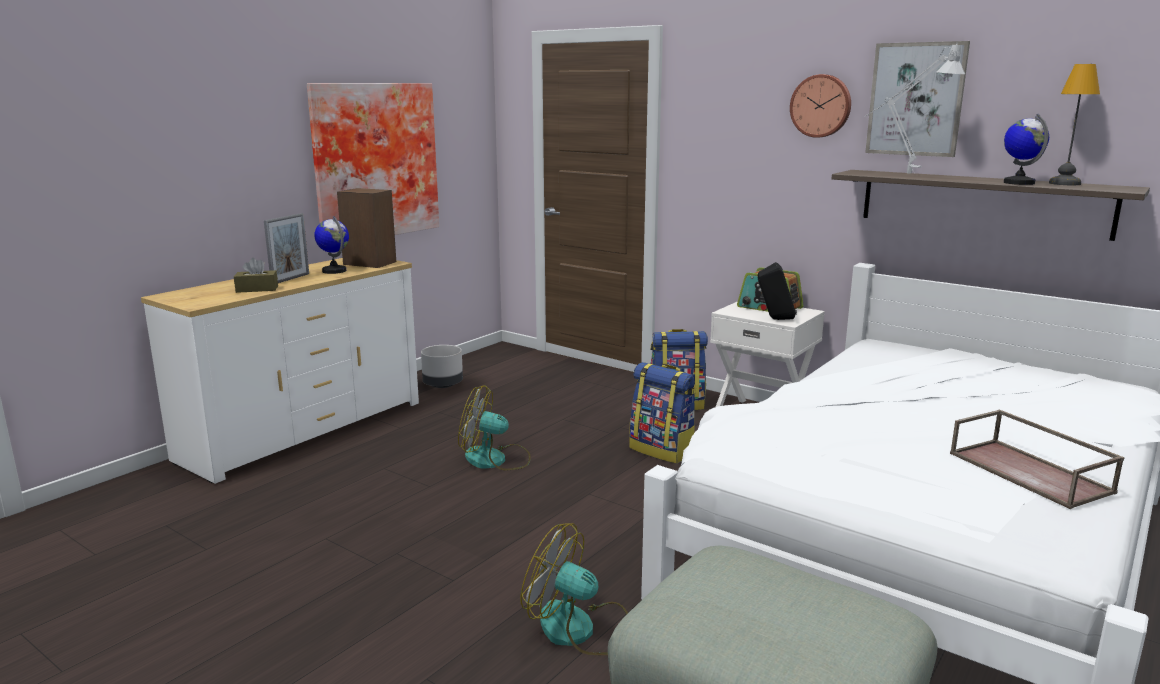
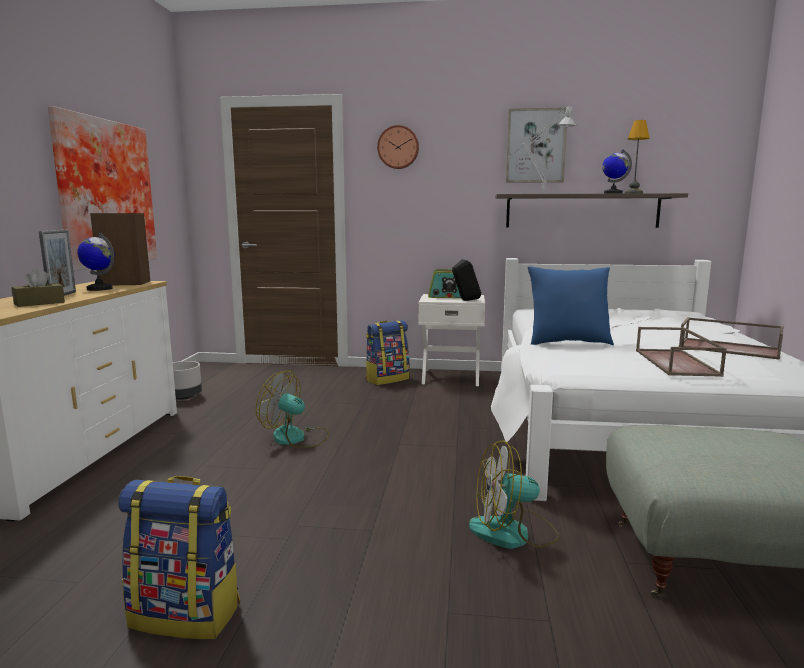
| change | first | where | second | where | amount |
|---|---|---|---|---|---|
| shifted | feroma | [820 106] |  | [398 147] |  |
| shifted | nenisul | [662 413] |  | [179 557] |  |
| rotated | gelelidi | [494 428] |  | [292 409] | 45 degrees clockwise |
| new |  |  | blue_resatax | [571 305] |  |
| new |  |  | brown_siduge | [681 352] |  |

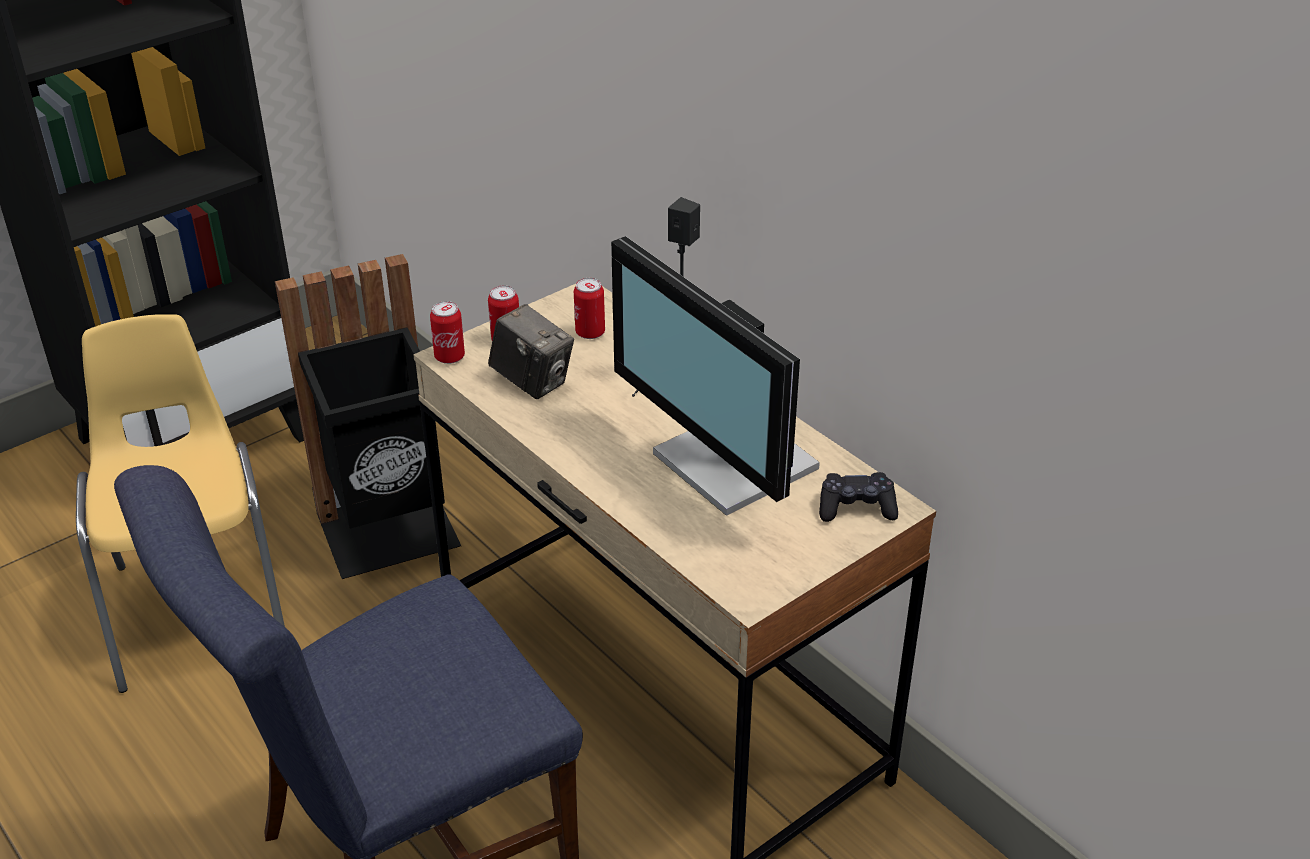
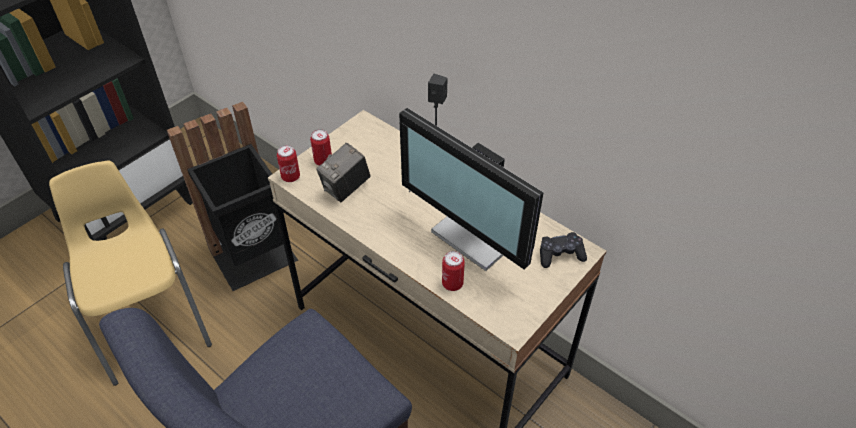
| change | first | where | second | where | amount |
|---|---|---|---|---|---|
| shifted | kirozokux | [589 308] |  | [453 271] |  |
| rotated | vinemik | [531 351] |  | [343 172] | 105 degrees clockwise |

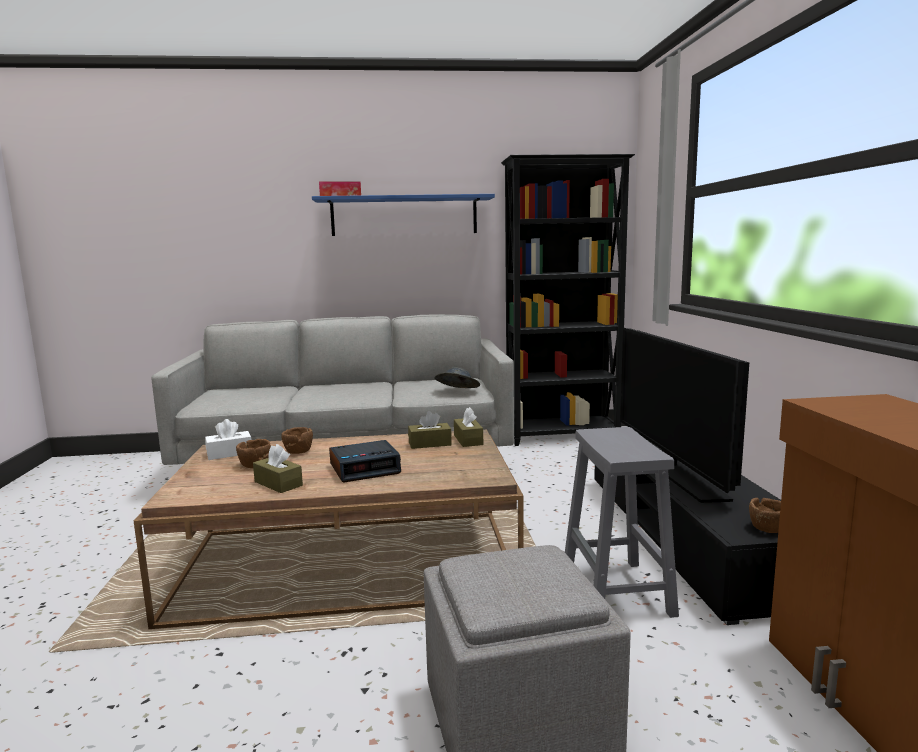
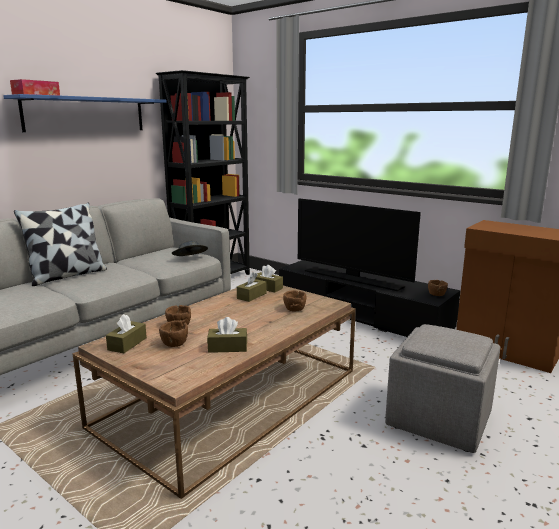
| change | first | where | second | where | amount |
|---|---|---|---|---|---|
| repainted | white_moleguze | [228 439] | brown_moleguze | [126 333] |  |
| gone | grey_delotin | [622 522] |  |  |  |
| gone | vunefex | [365 461] |  |  |  |
| new |  |  | resatax | [60 244] |  |
| new |  |  | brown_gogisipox | [294 300] |  |

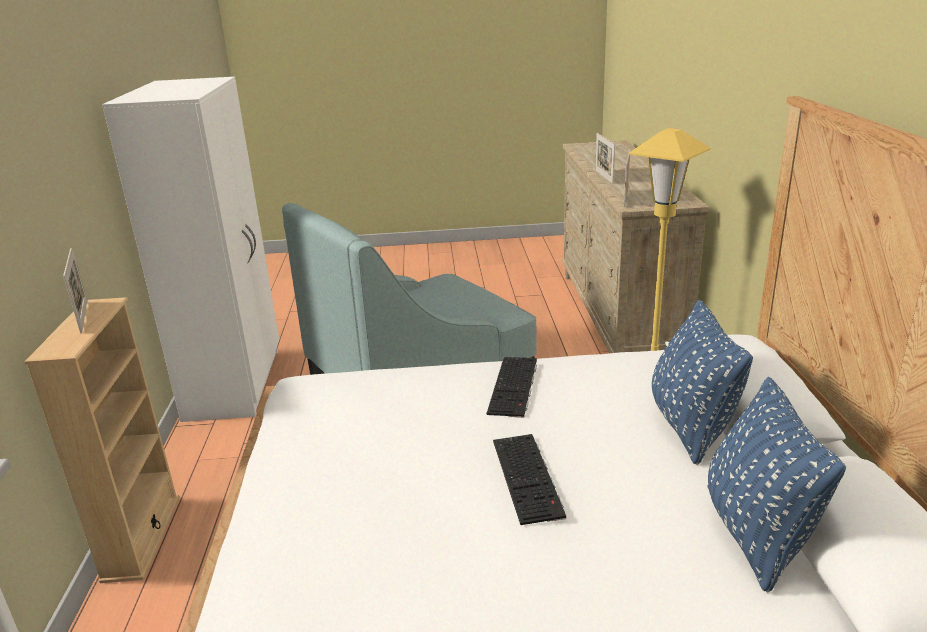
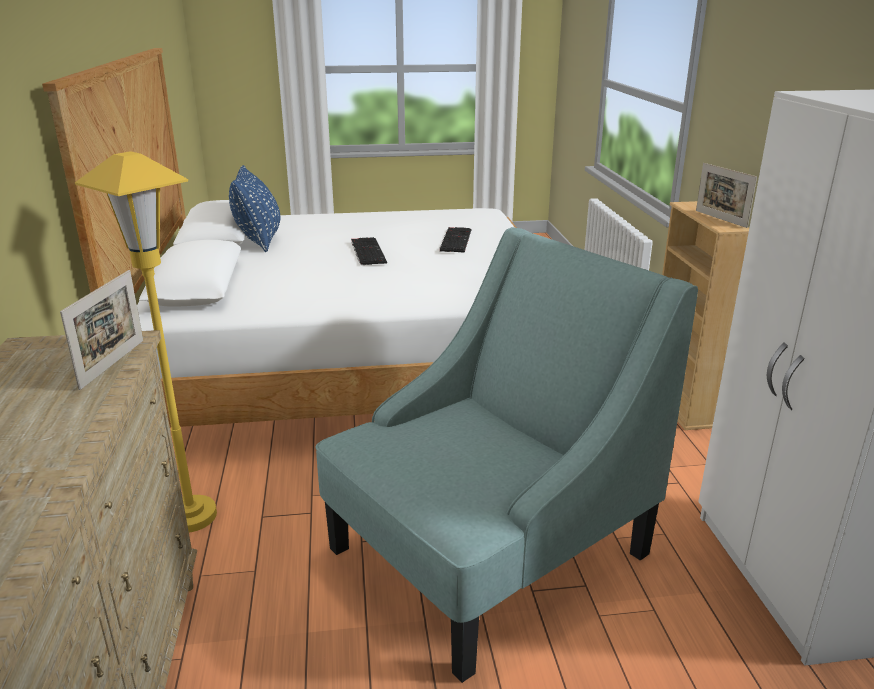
| change | first | where | second | where | amount |
|---|---|---|---|---|---|
| gone | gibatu | [605 158] |  |  |  |
| gone | blue_resatax | [702 382] |  |  |  |
| shifted | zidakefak | [512 387] |  | [455 240] |  |

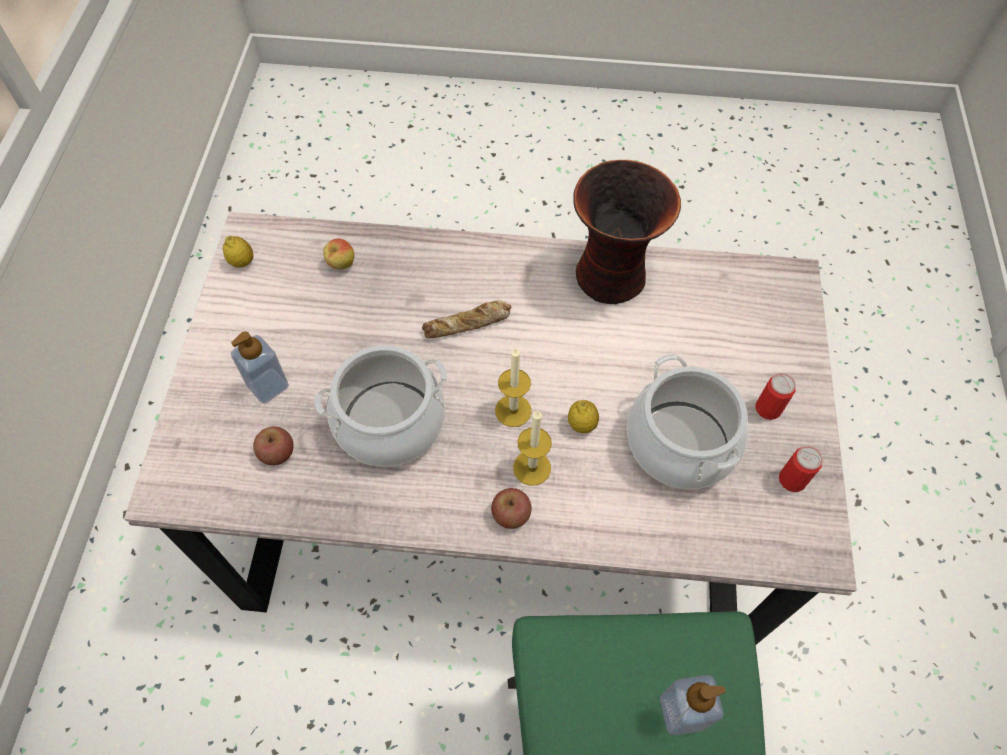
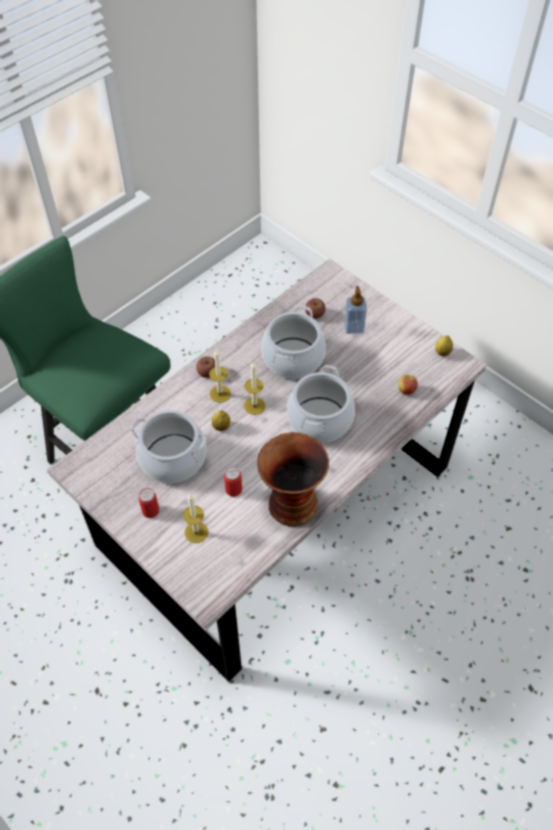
| change | first | where | second | where | amount |
|---|---|---|---|---|---|
| swapped | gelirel | [466 319] | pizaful | [321 404] |  |
| shifted | kirozokux | [801 469] |  | [233 482] |  |
| gone | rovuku | [693 705] |  |  |  |
| new |  |  | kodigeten | [195 518] |  |

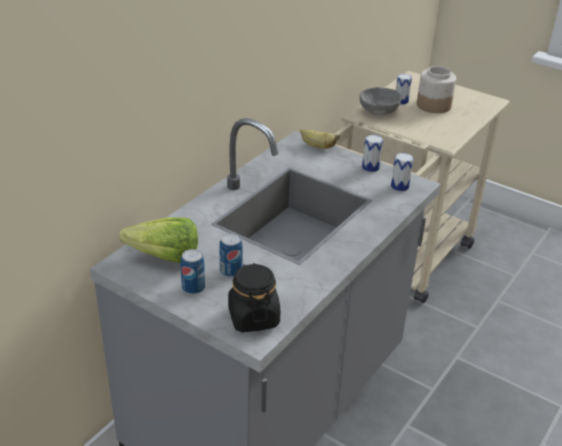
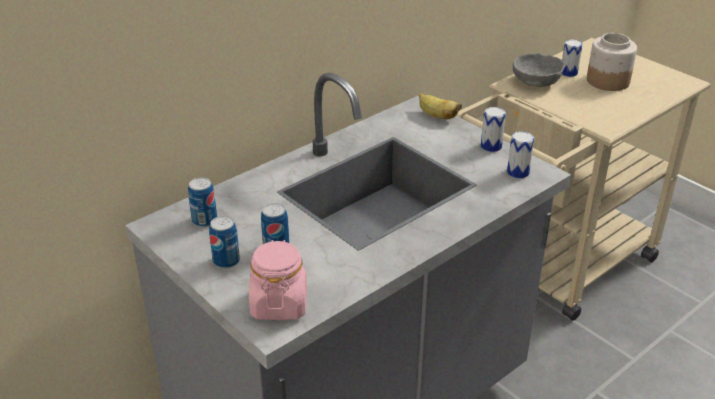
| change | first | where | second | where | amount |
|---|---|---|---|---|---|
| swapped | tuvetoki | [159 240] | kirozokux | [202 202] |  |
| repainted | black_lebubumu | [254 297] | pink_lebubumu | [278 280] |  |

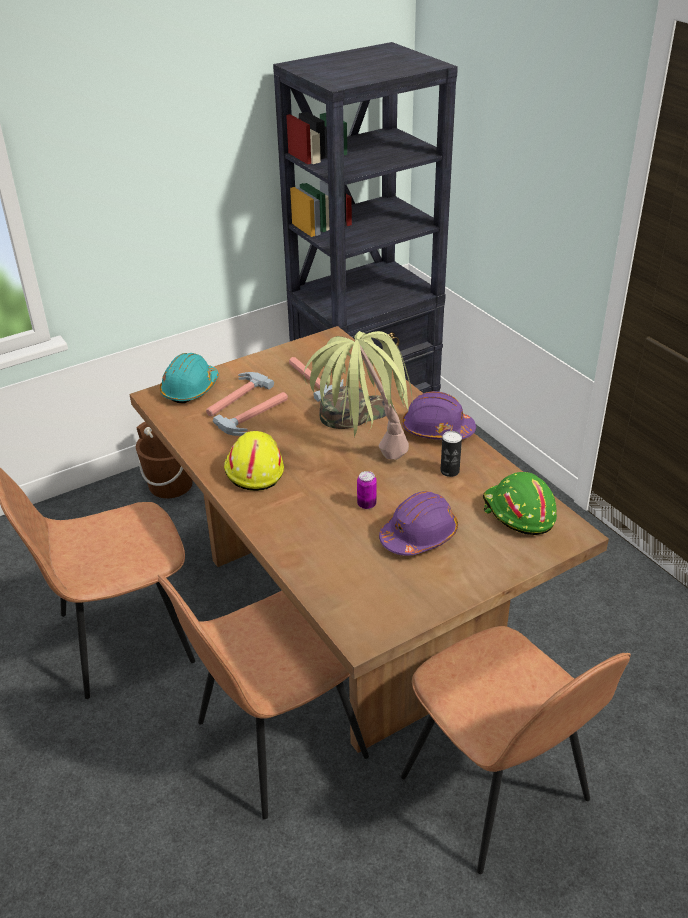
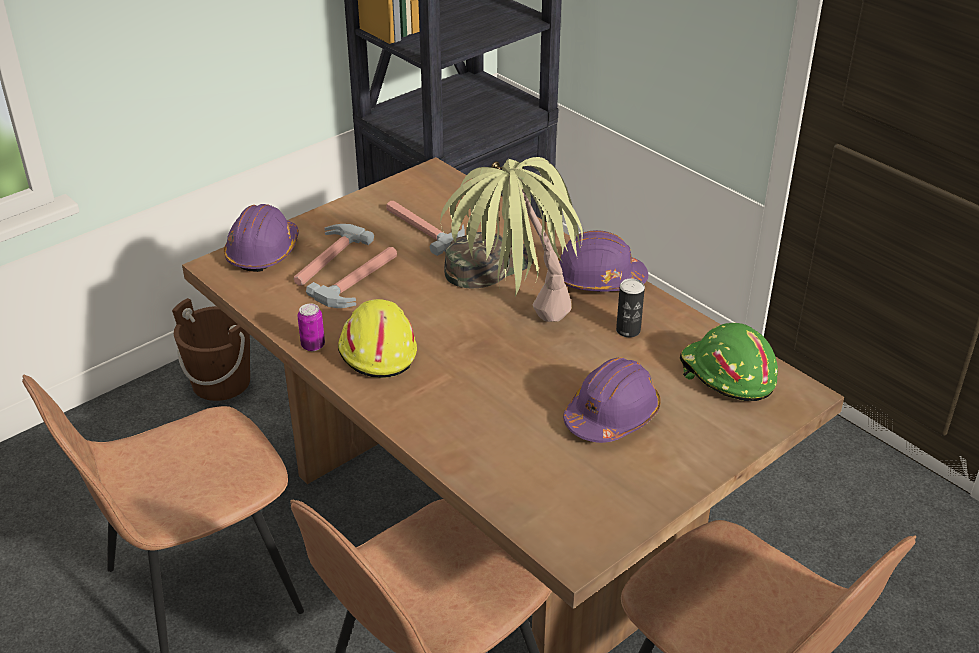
| change | first | where | second | where | amount |
|---|---|---|---|---|---|
| repainted | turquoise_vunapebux | [189 378] | purple_vunapebux | [261 238] |  |
| shifted | kirozokux | [367 490] |  | [311 327] |  |

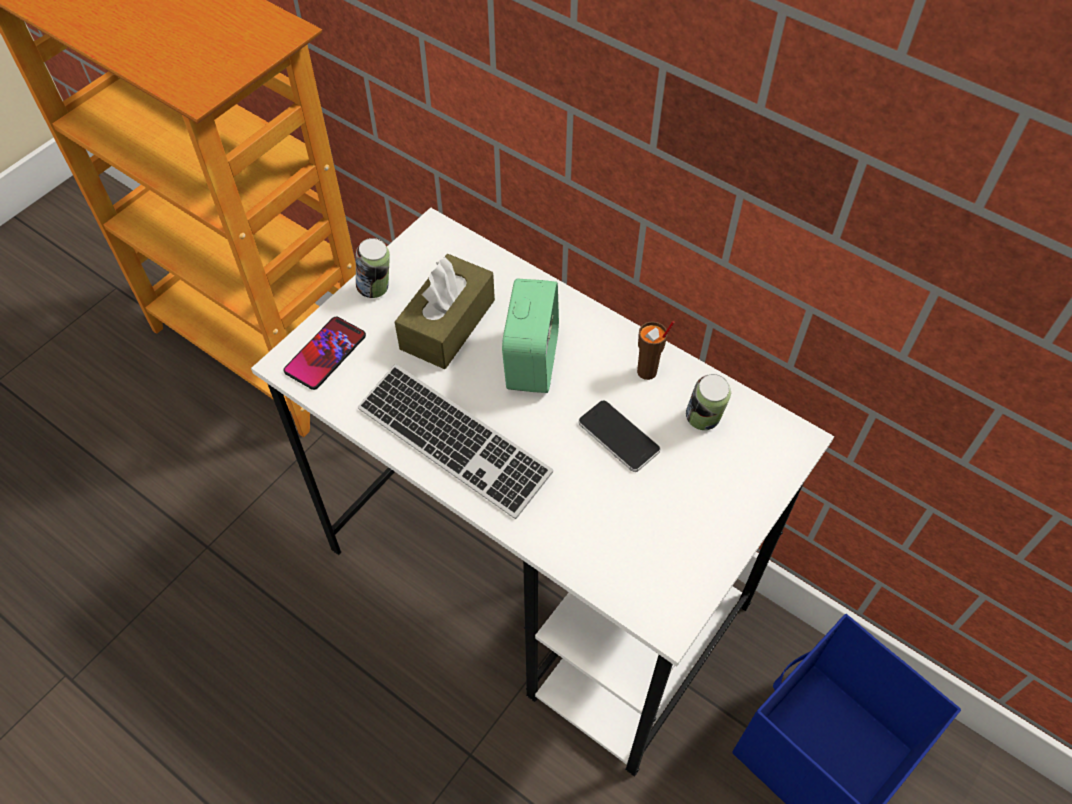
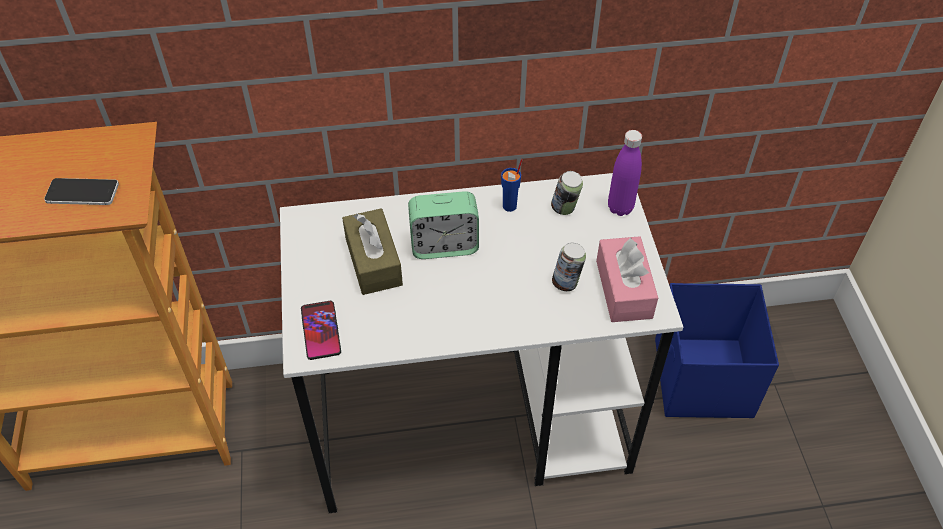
| change | first | where | second | where | amount |
|---|---|---|---|---|---|
| shifted | kirozokux | [373 268] |  | [569 267] |  |
| rotated | vunefex | [530 336] |  | [443 225] | 120 degrees clockwise |
| repainted | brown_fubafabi | [655 350] | blue_fubafabi | [512 185] |  |
| gone | zidakefak | [455 441] |  |  |  |
| shifted | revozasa | [619 436] |  | [81 191] |  |
| new |  |  | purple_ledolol | [625 173] |  |
| new |  |  | pink_moleguze | [627 279] |  |

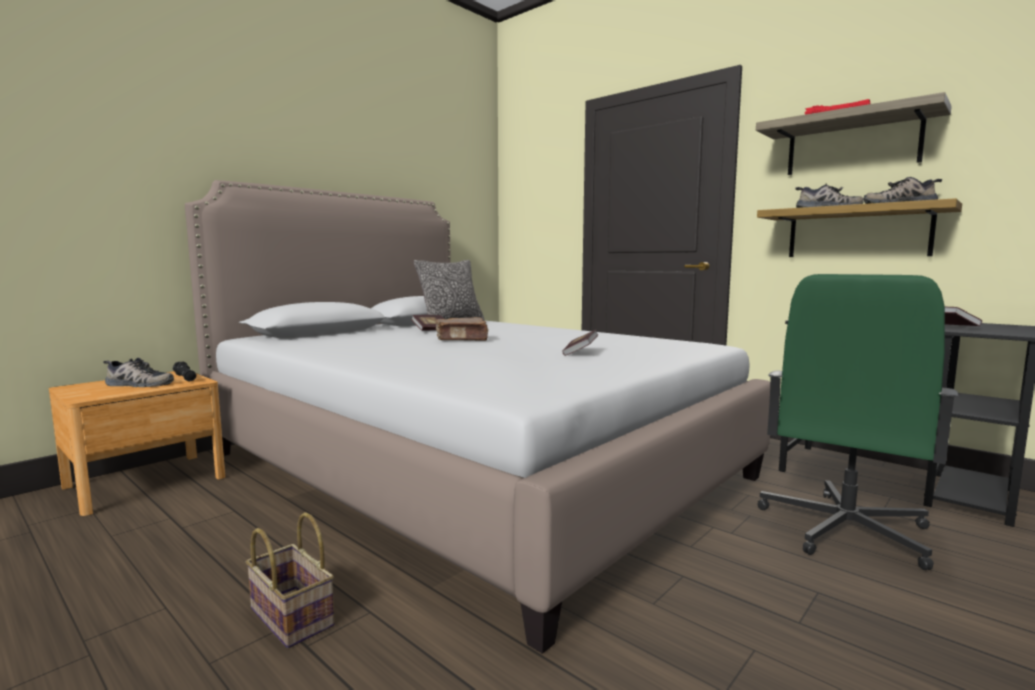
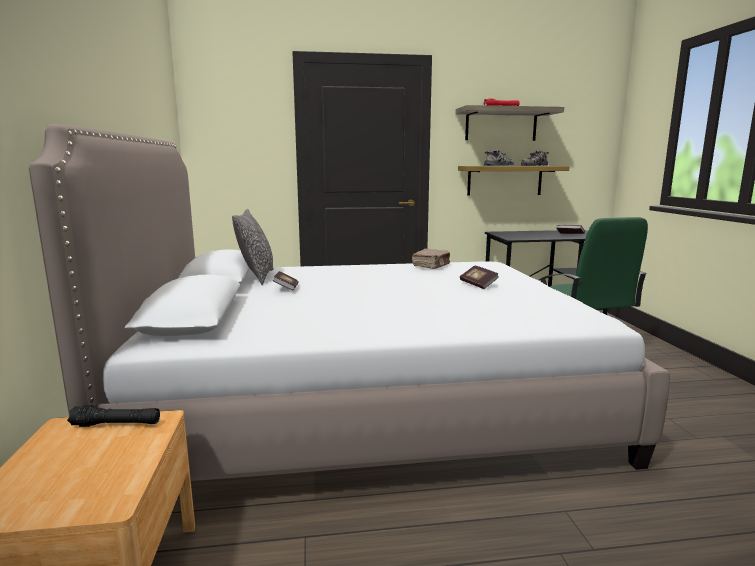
| change | first | where | second | where | amount |
|---|---|---|---|---|---|
| shifted | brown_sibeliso | [462 329] |  | [431 259] |  |
| gone | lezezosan | [138 372] |  |  |  |
| gone | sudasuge | [290 580] |  |  |  |

